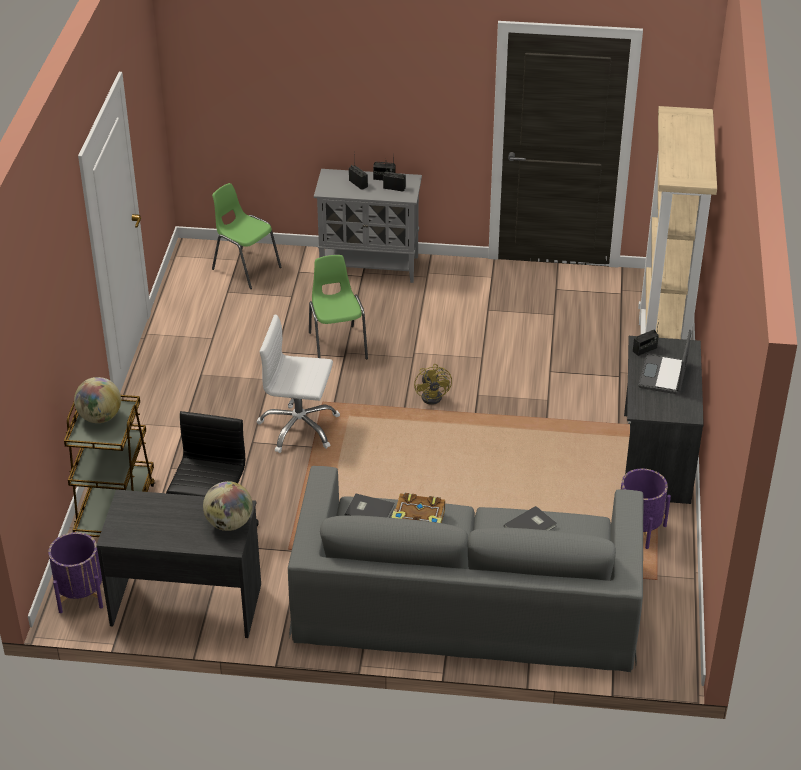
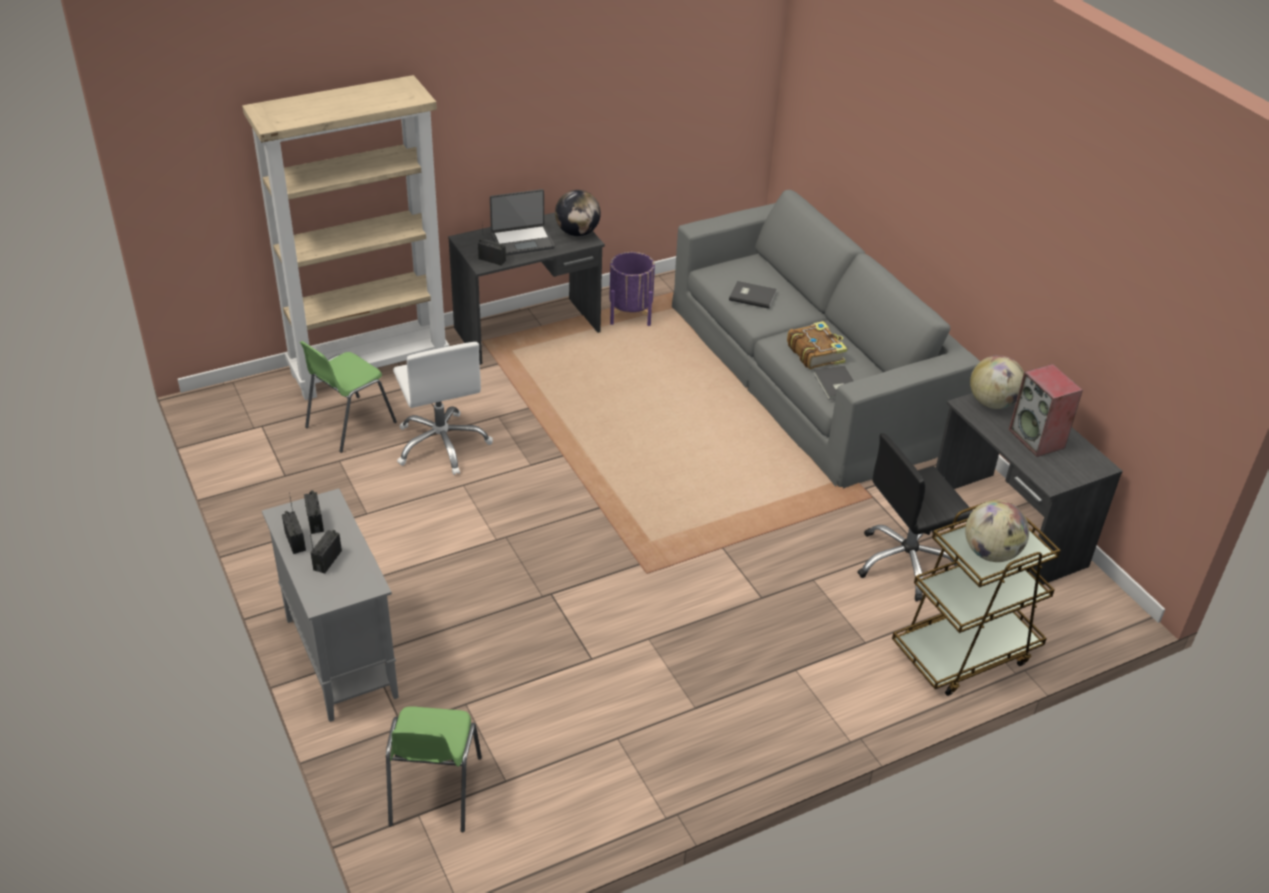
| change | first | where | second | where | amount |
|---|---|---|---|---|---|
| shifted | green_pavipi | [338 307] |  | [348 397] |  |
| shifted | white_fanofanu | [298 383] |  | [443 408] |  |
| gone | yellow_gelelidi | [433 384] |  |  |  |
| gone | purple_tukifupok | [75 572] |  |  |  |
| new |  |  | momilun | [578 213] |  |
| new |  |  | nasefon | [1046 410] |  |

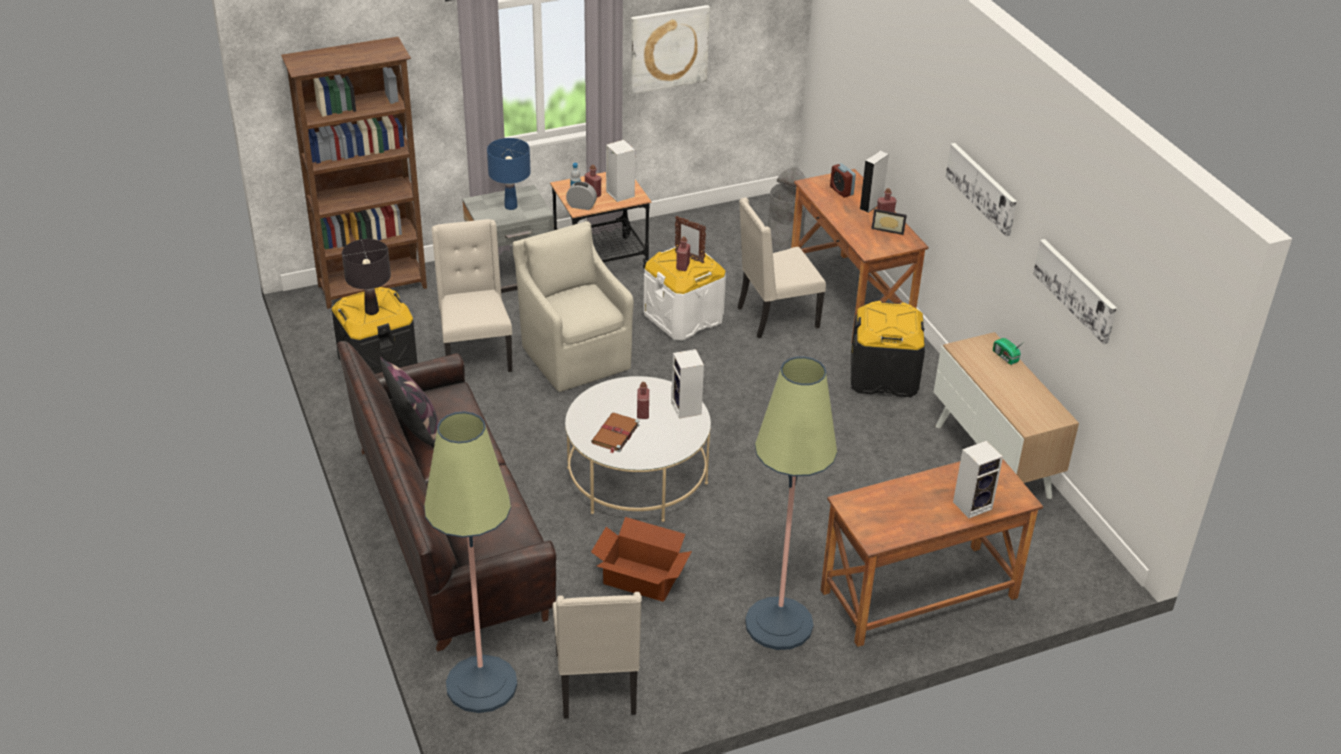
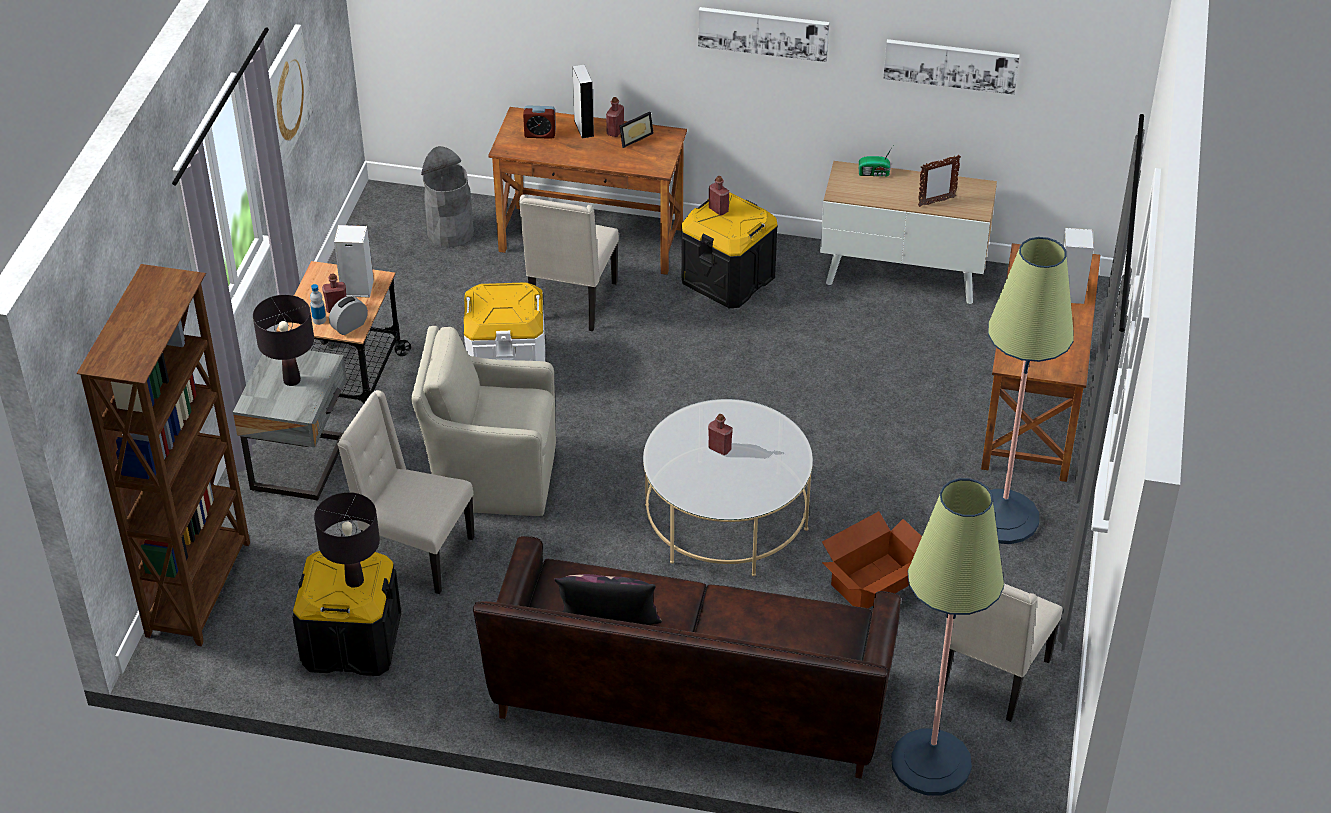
| change | first | where | second | where | amount |
|---|---|---|---|---|---|
| repainted | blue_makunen | [509 174] | black_makunen | [283 340] |  |
| shifted | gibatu | [690 240] |  | [939 181] |  |
| shifted | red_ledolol | [683 253] |  | [719 196] |  |
| gone | nasefon | [687 383] |  |  |  |
| gone | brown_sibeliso | [615 433] |  |  |  |
| rotated | beige_pavipi | [597 655] |  | [1003 653] | 90 degrees clockwise |

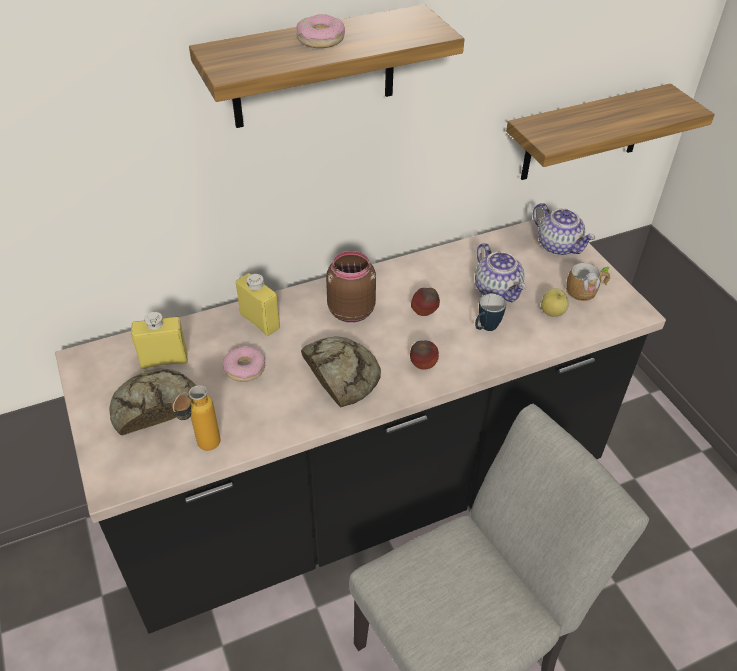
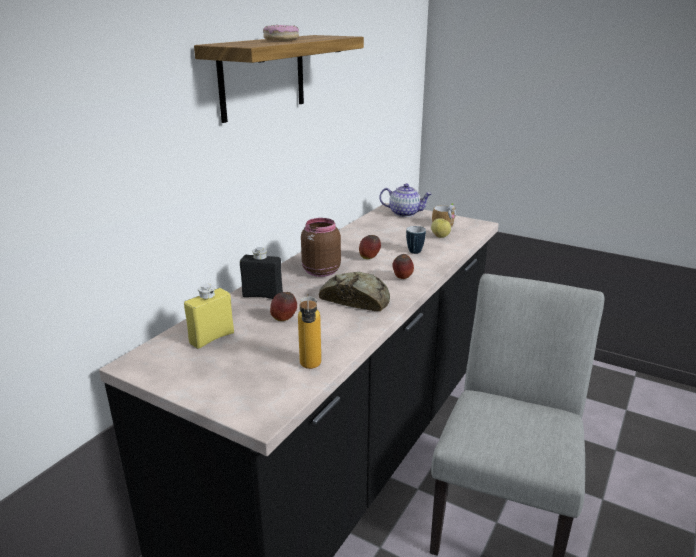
| change | first | where | second | where | amount |
|---|---|---|---|---|---|
| gone | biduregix | [610 131] |  |  |  |
| gone | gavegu | [500 273] |  |  |  |
| repainted | yellow_ledolol | [258 304] | black_ledolol | [261 273] |  |
| swapped | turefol | [244 364] | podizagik | [283 306] |  |
| gone | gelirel | [152 401] |  |  |  |

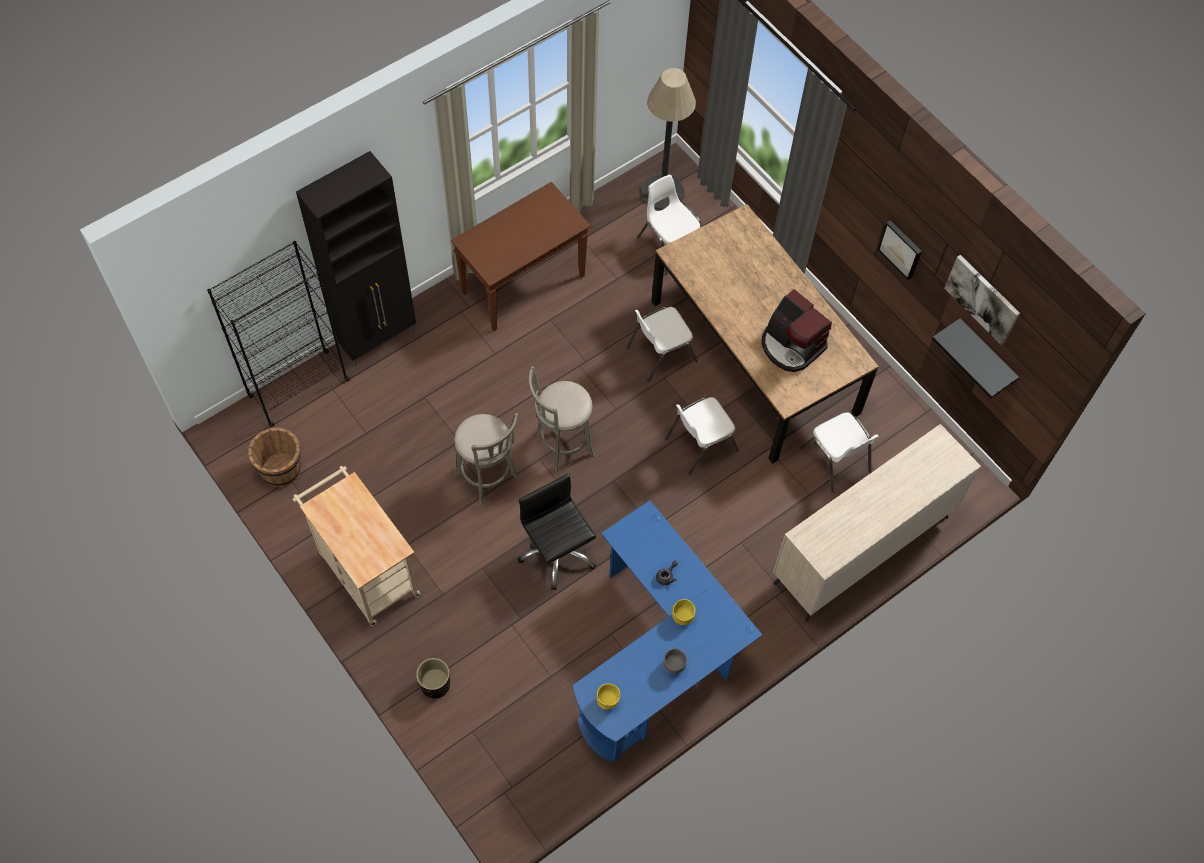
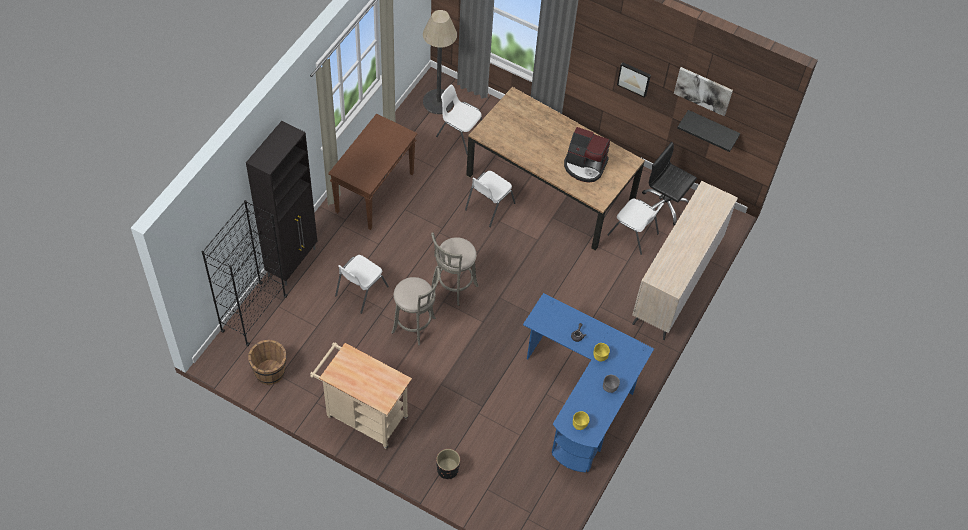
| change | first | where | second | where | amount |
|---|---|---|---|---|---|
| shifted | white_pavipi | [702 436] |  | [362 284] |  |
| shifted | black_fanofanu | [557 532] |  | [669 184] |  |

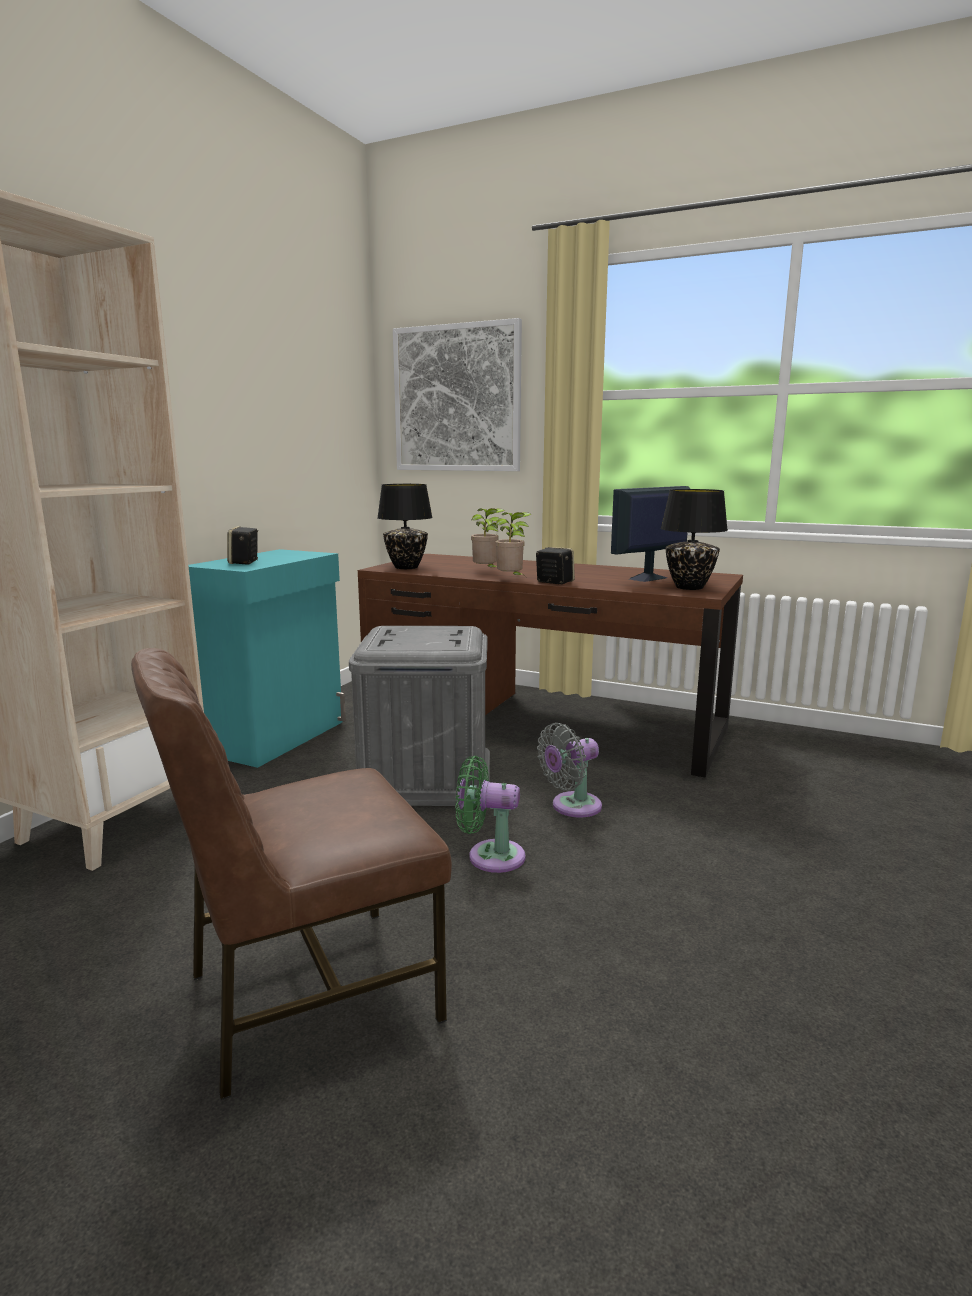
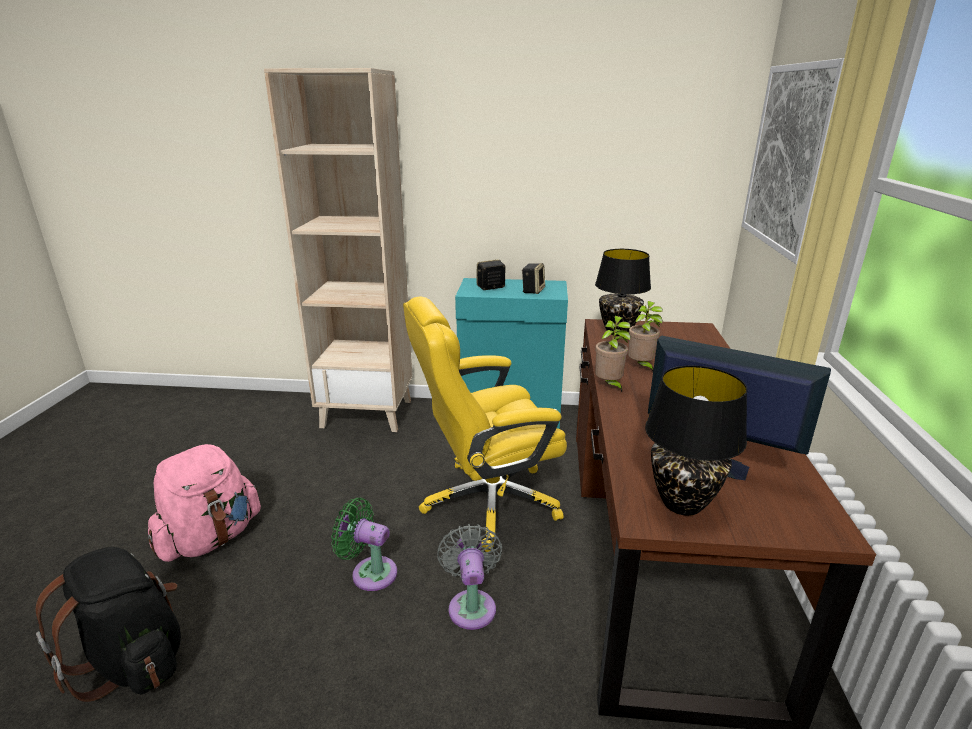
| change | first | where | second | where | amount |
|---|---|---|---|---|---|
| shifted | nasefon | [555 565] |  | [533 278] |  |
| swapped | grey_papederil | [419 716] | yellow_fanofanu | [485 424] |  |
| swapped | brown_pavipi | [291 874] | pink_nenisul | [204 503] |  |
| rotated | grey_gelelidi | [569 770] |  | [469 577] | 45 degrees clockwise |
| rotated | green_gelelidi | [490 814] |  | [364 544] | 60 degrees counterclockwise |
| new |  |  | black_nenisul | [108 624] |  |

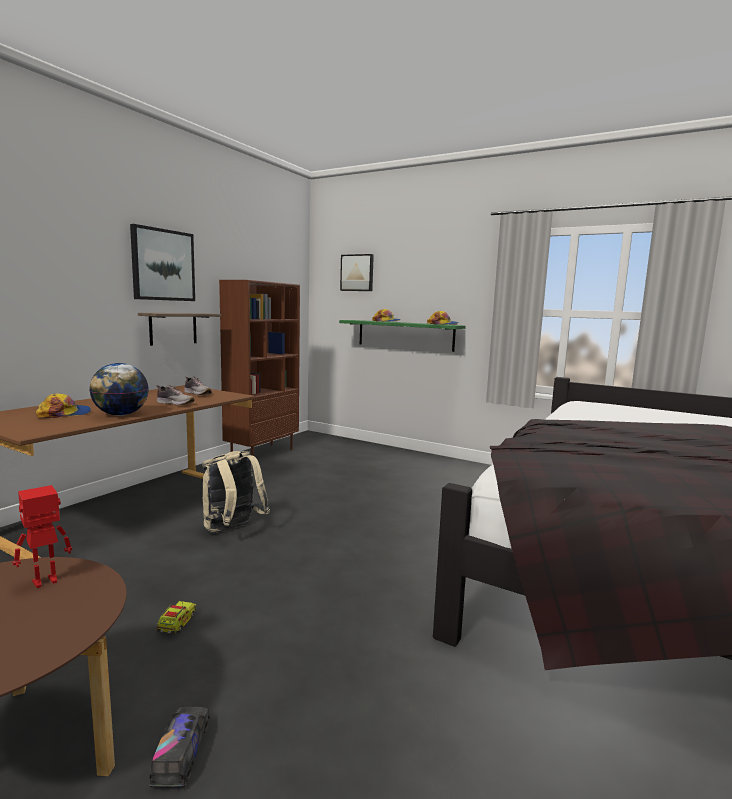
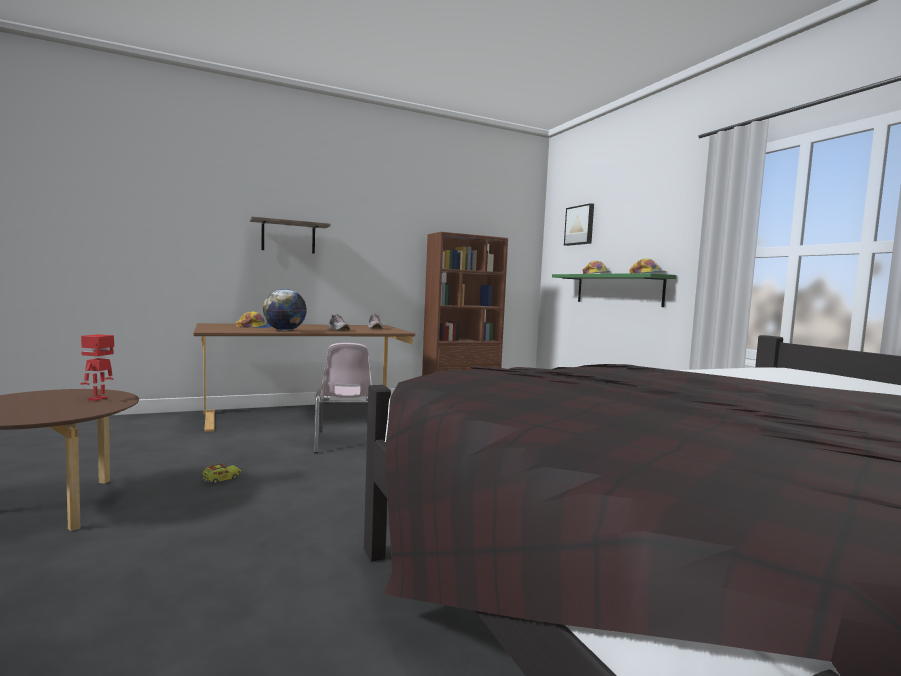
| change | first | where | second | where | amount |
|---|---|---|---|---|---|
| gone | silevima | [162 262] |  |  |  |
| shifted | biduregix | [179 329] |  | [290 235] |  |
| swapped | beige_nenisul | [236 492] | pink_pavipi | [343 398] |  |
| rotated | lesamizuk | [42 536] |  | [97 367] | 75 degrees counterclockwise |
| gone | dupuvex | [179 747] |  |  |  |

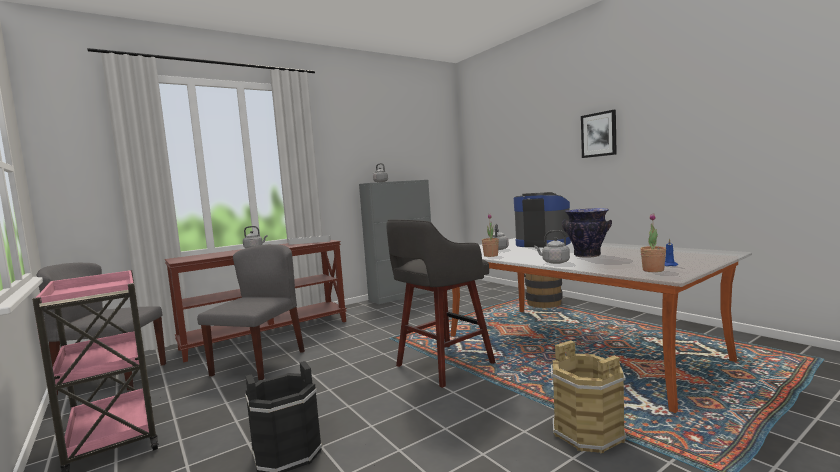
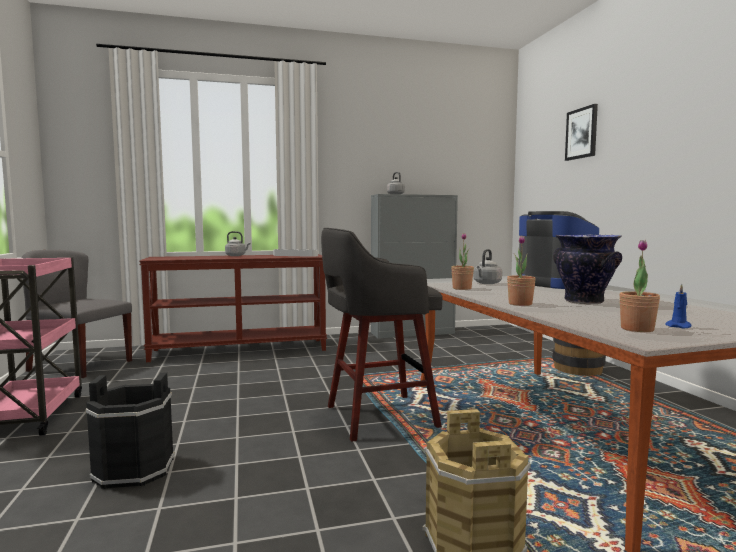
| change | first | where | second | where | amount |
|---|---|---|---|---|---|
| shifted | silevima | [599 134] |  | [581 132] |  |
| swapped | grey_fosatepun | [552 247] | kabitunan | [521 270] |  |
| gone | grey_pavipi | [251 312] |  |  |  |

